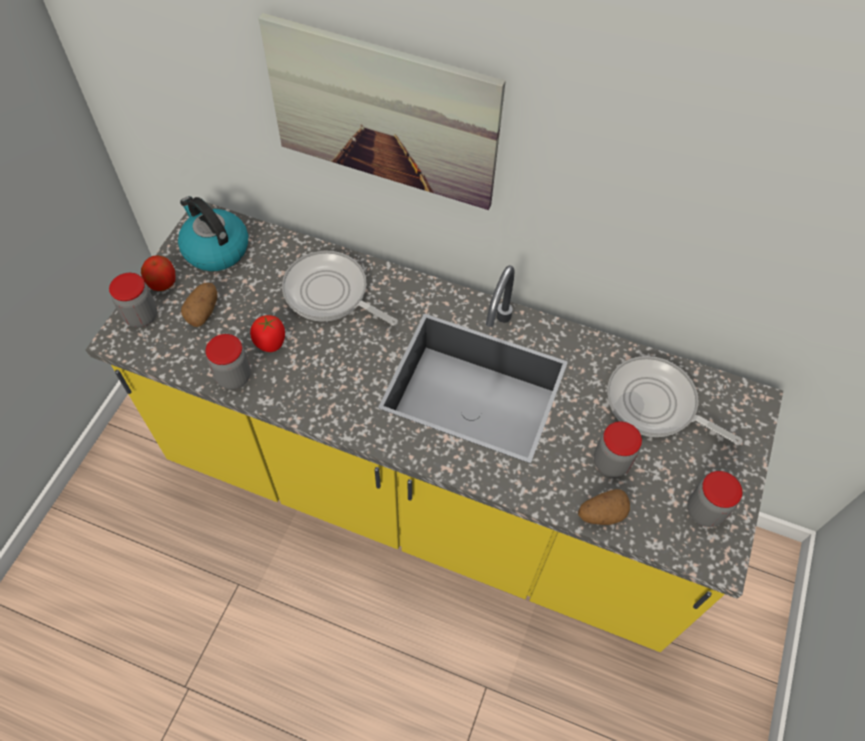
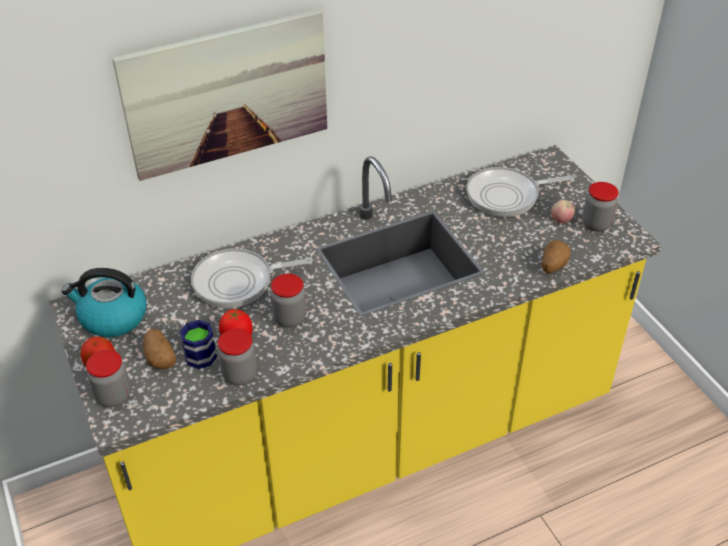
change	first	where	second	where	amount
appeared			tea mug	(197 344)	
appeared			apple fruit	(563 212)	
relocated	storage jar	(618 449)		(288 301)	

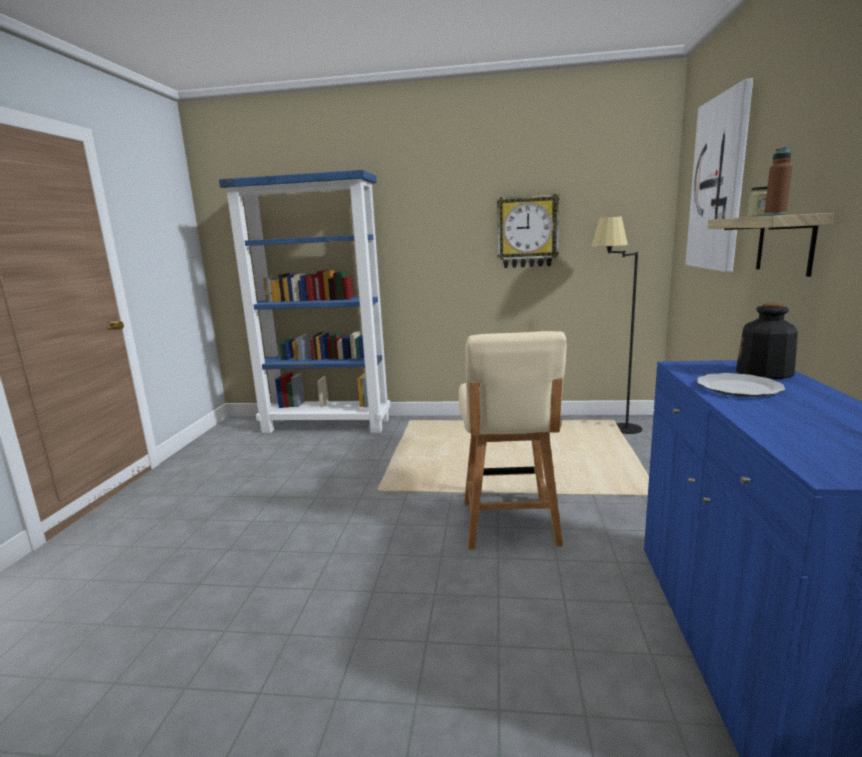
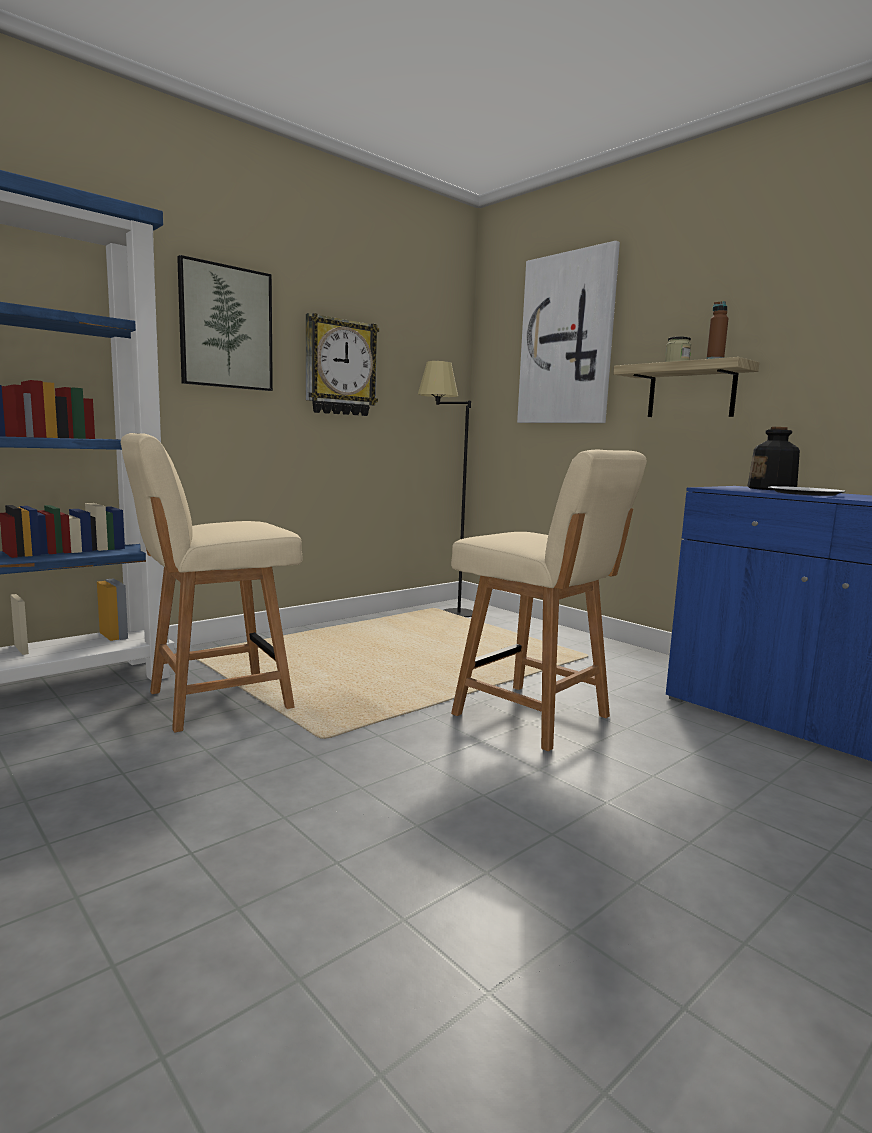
change	first	where	second	where	amount
appeared			beige plain chair	(212 582)	
appeared			picture	(225 323)	

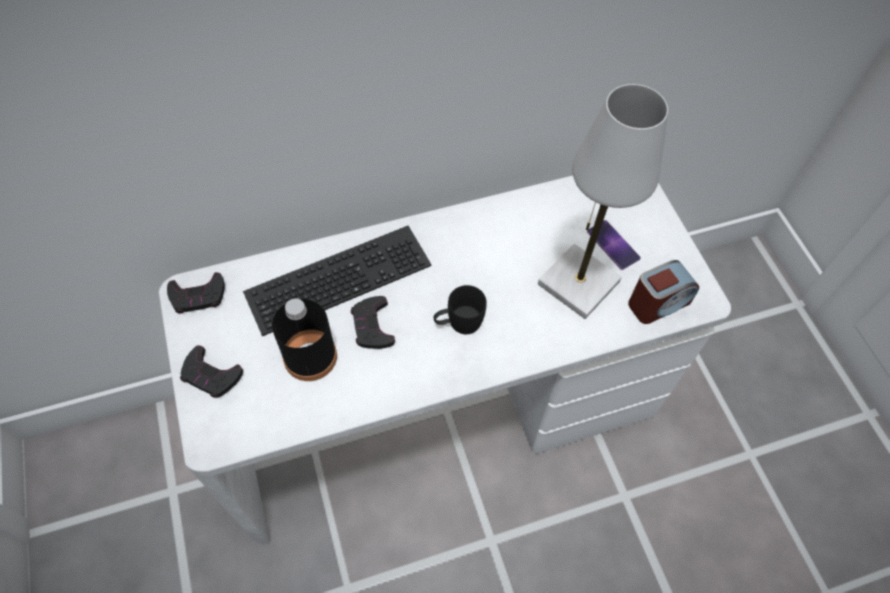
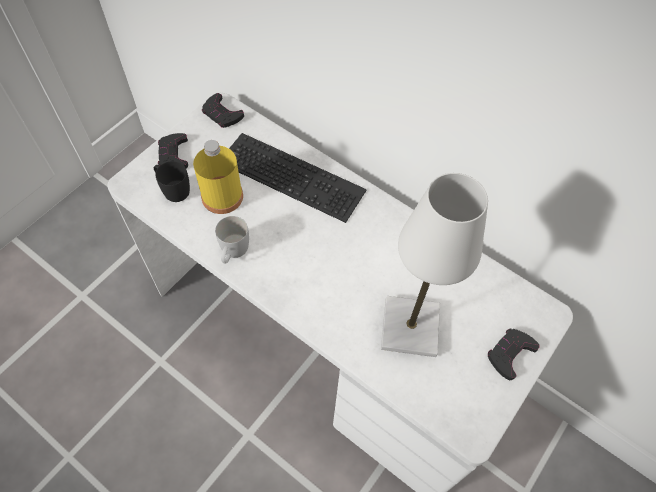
change	first	where	second	where	amount
missing	telephone	(614 245)			
missing	bedside clock	(663 292)			
appeared			whitish tea mug	(232 240)	
relocated	black gamepad	(373 322)		(514 354)	
relocated	black tea mug	(460 309)		(172 181)	
colour	black drink bottle	(304 339)	yellow-coloured drink bottle	(218 177)	

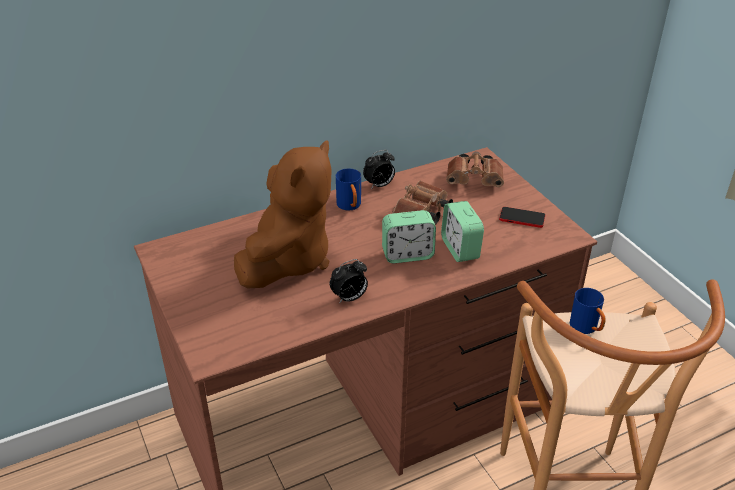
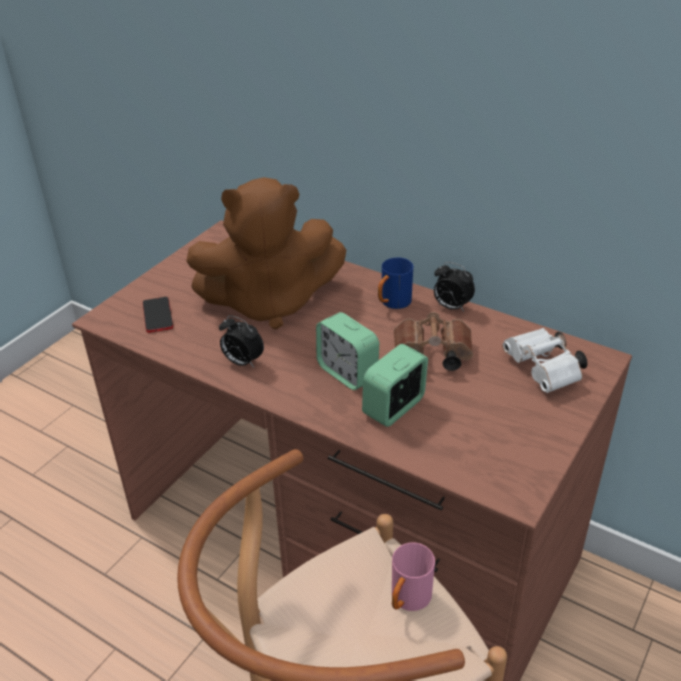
change	first	where	second	where	amount
relocated	telephone	(522 217)		(158 315)	
colour	brownish binoculars	(475 169)	whitish binoculars	(545 360)	
colour	blue-coloured tea mug	(588 311)	pink-coloured tea mug	(413 576)	

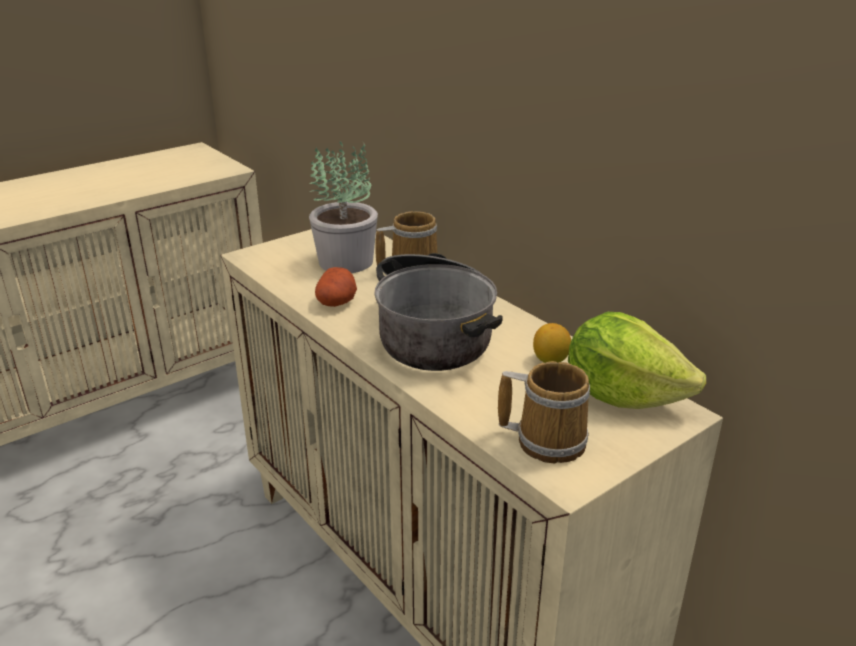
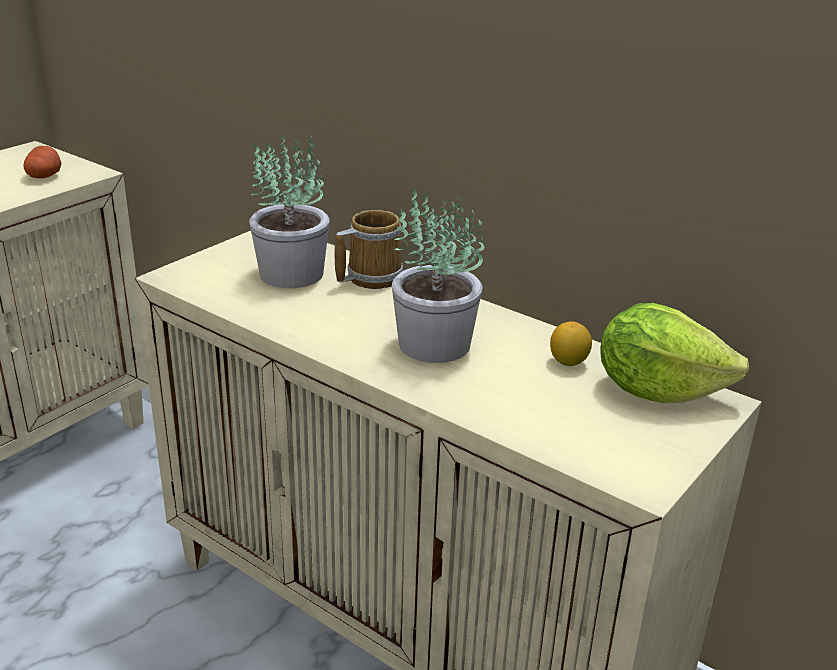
change	first	where	second	where	amount
missing	tea mug	(544 412)			
relocated	whole potato	(336 287)		(42 162)	
exchanged	cooking pot	(439 312)	potted plant	(438 275)	

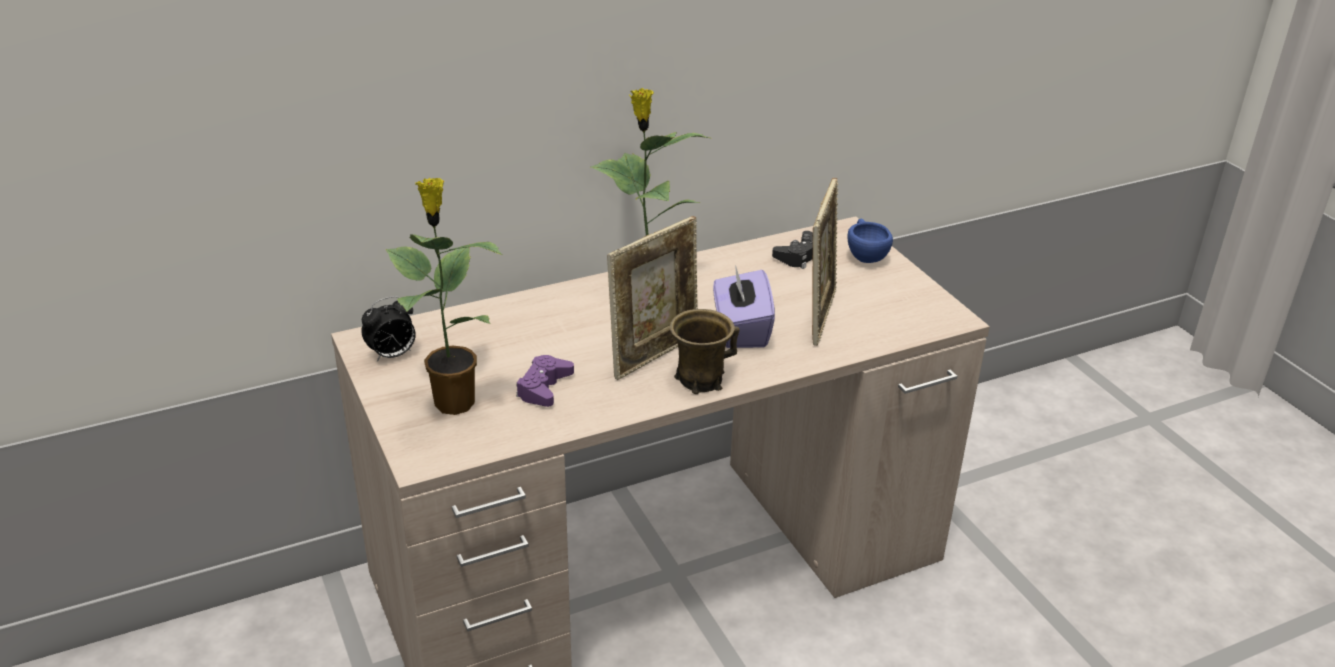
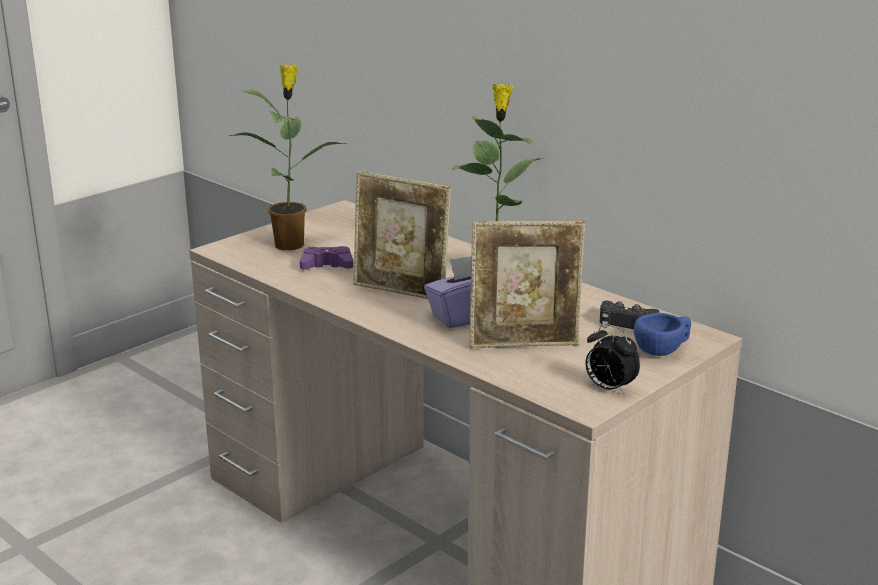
change	first	where	second	where	amount
missing	brownish tea mug	(704 351)			
relocated	bedside clock	(388 329)		(612 359)	

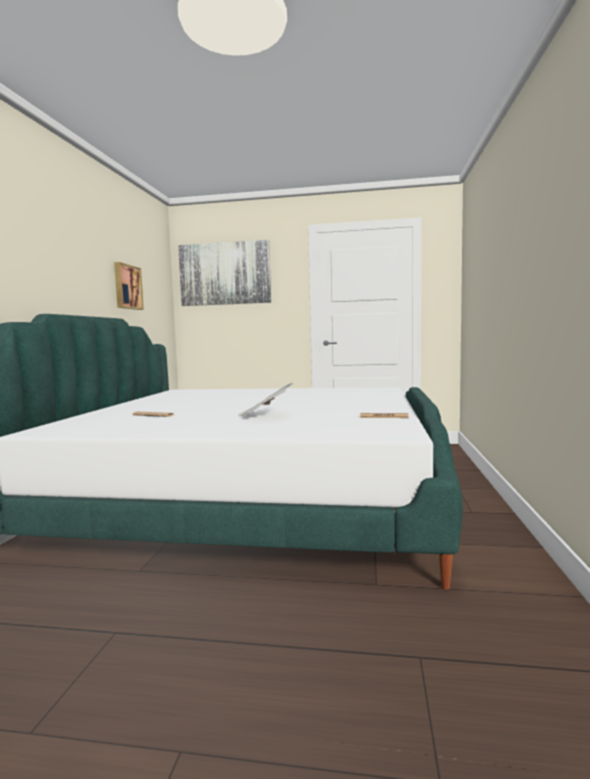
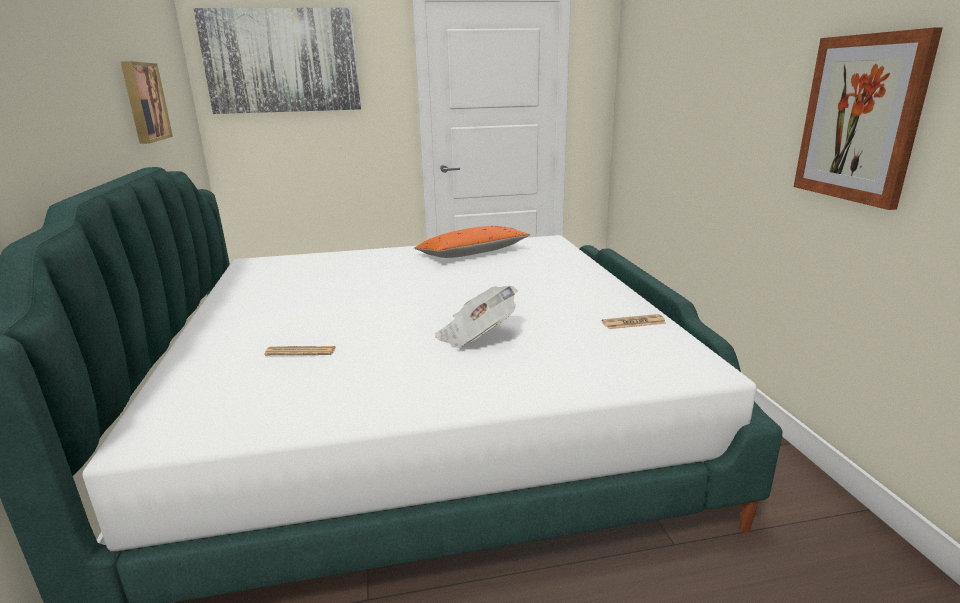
change	first	where	second	where	amount
appeared			orangey throw pillow	(472 242)	
appeared			picture	(868 118)	

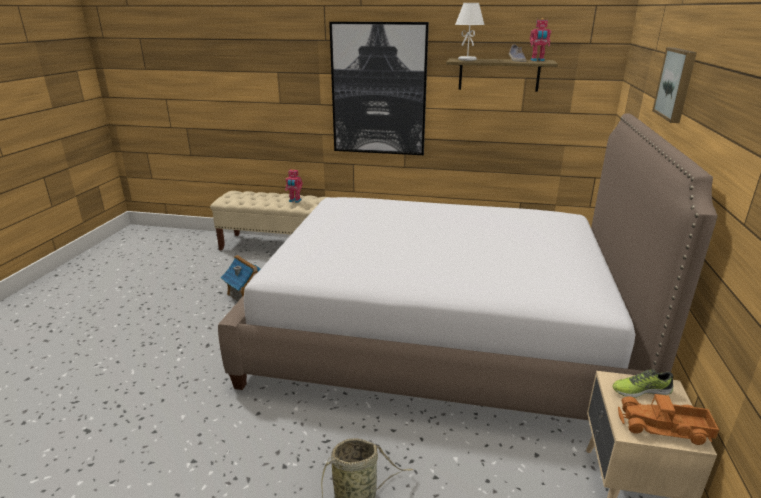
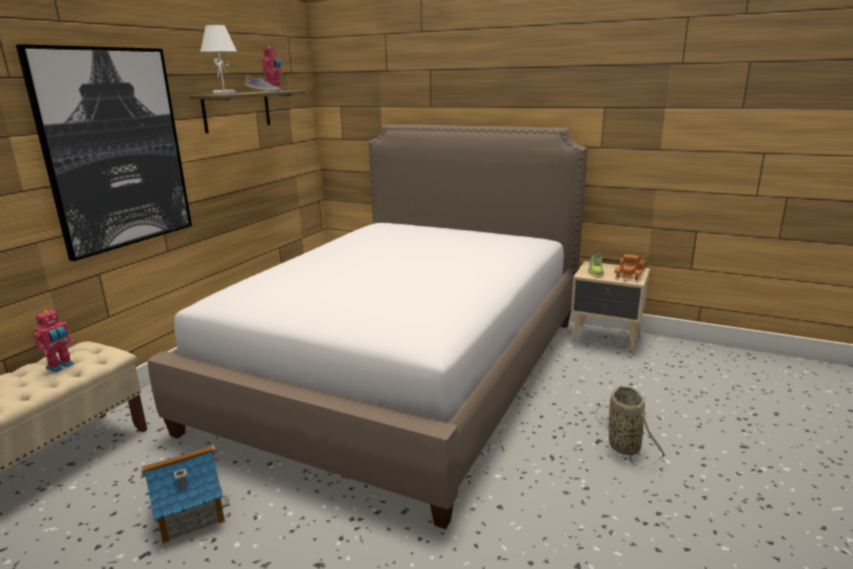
change	first	where	second	where	amount
missing	picture	(674 85)			

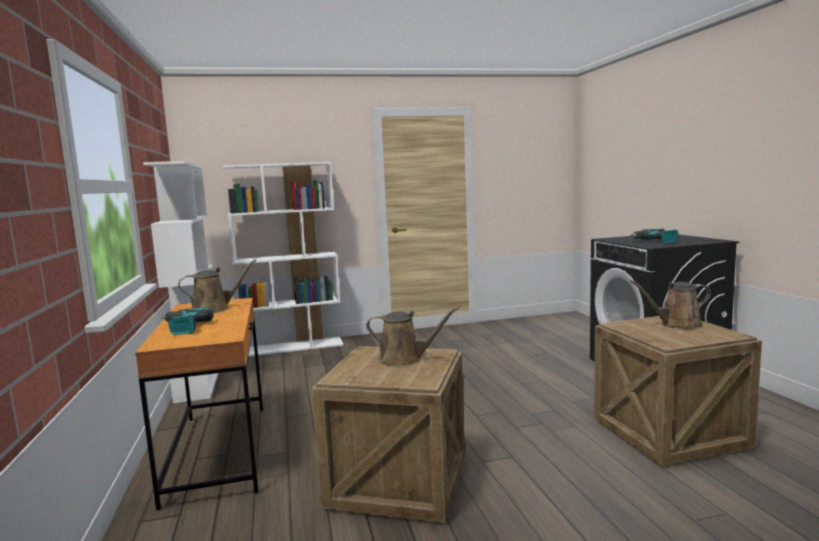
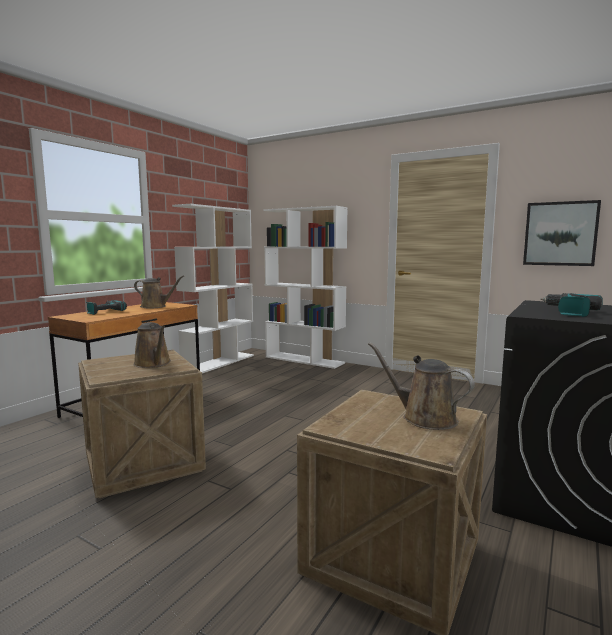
change	first	where	second	where	amount
appeared			picture	(562 233)	

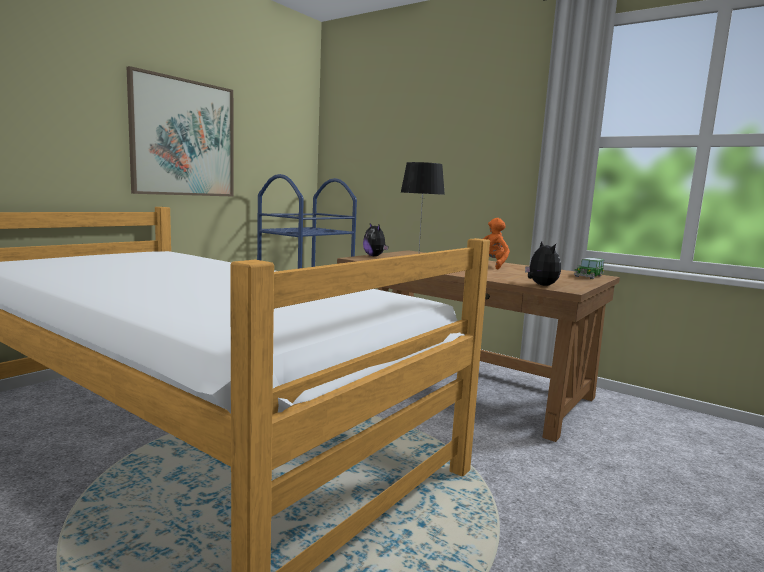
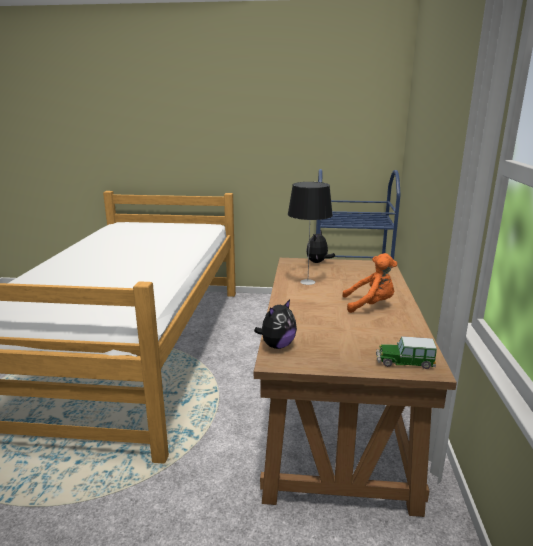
change	first	where	second	where	amount
missing	picture	(180 131)			

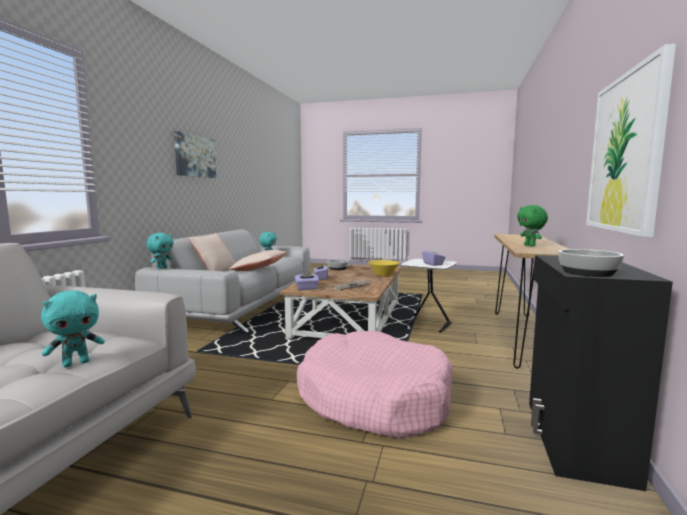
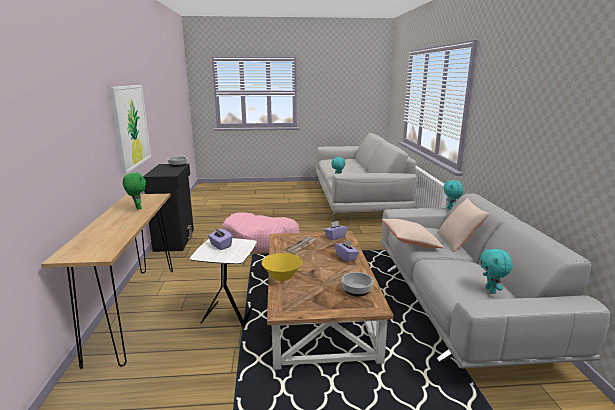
change	first	where	second	where	amount
missing	picture	(195 154)			

